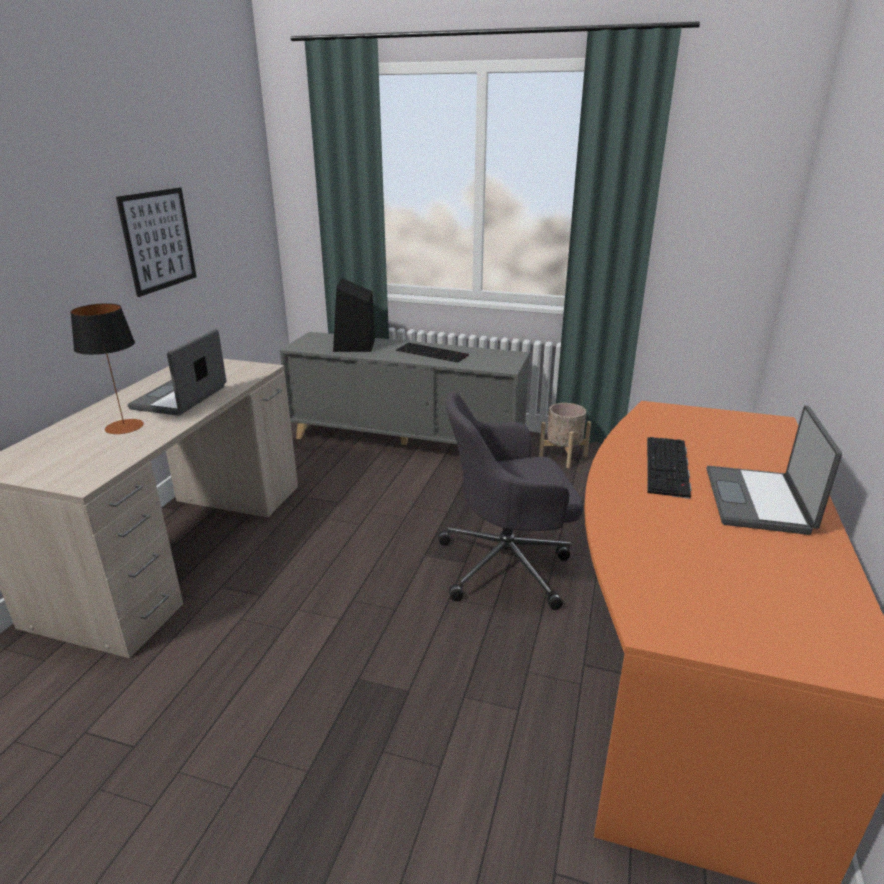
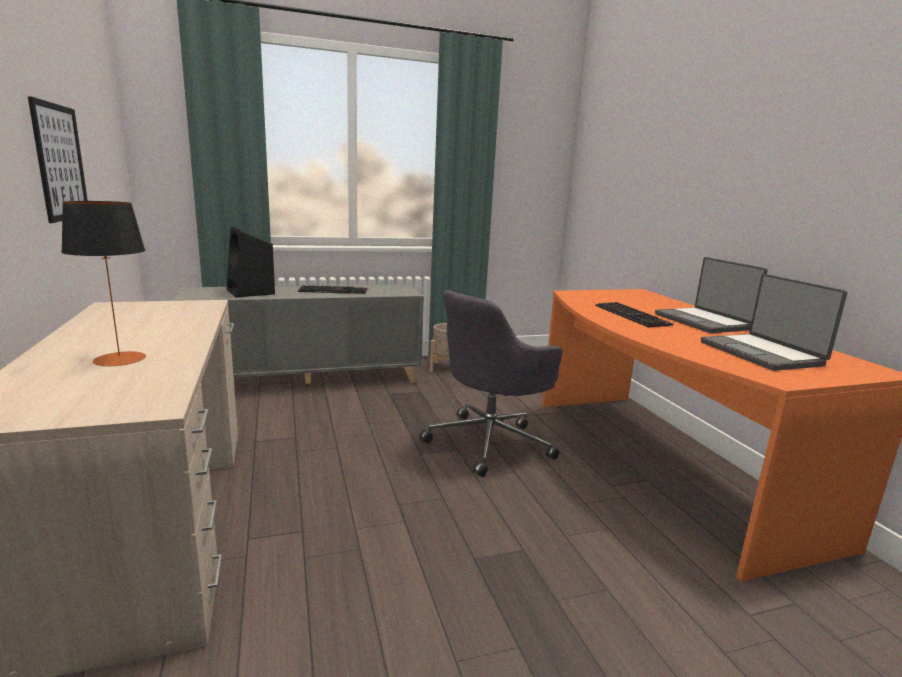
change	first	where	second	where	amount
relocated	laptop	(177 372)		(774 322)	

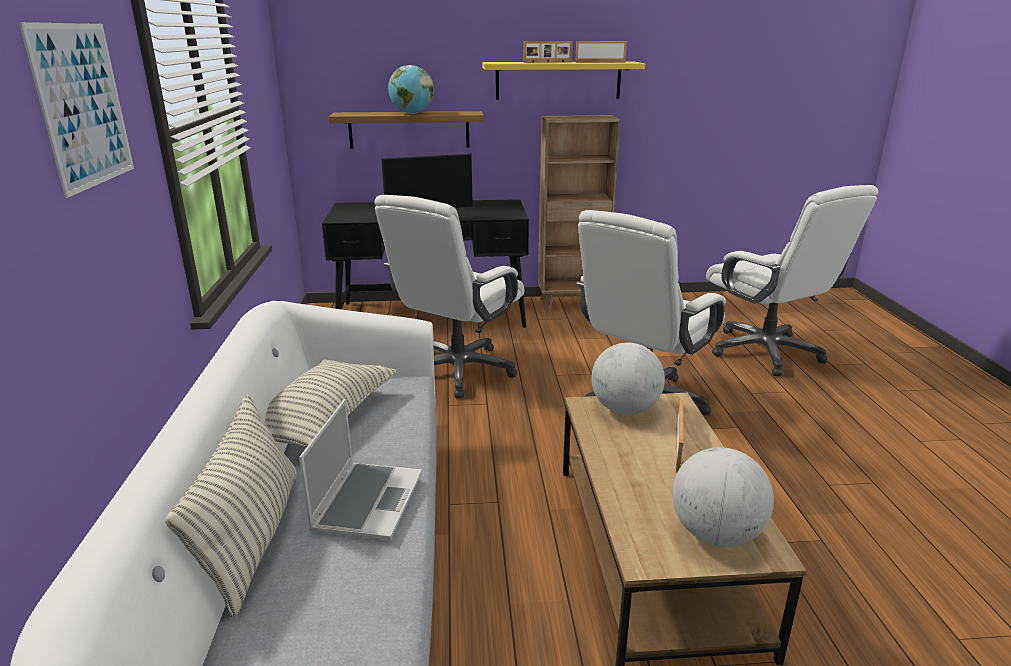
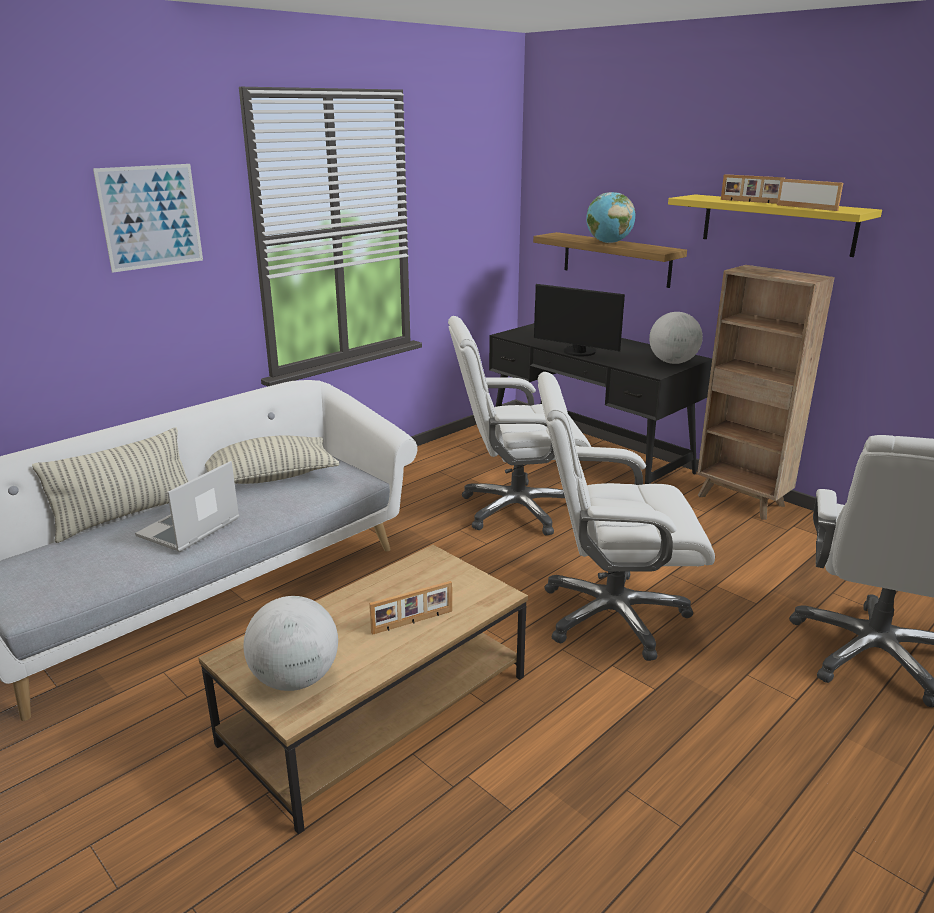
change	first	where	second	where	amount
relocated	desk globe	(628 379)		(676 338)	
spun	laptop	(360 469)		(187 506)	150 degrees clockwise

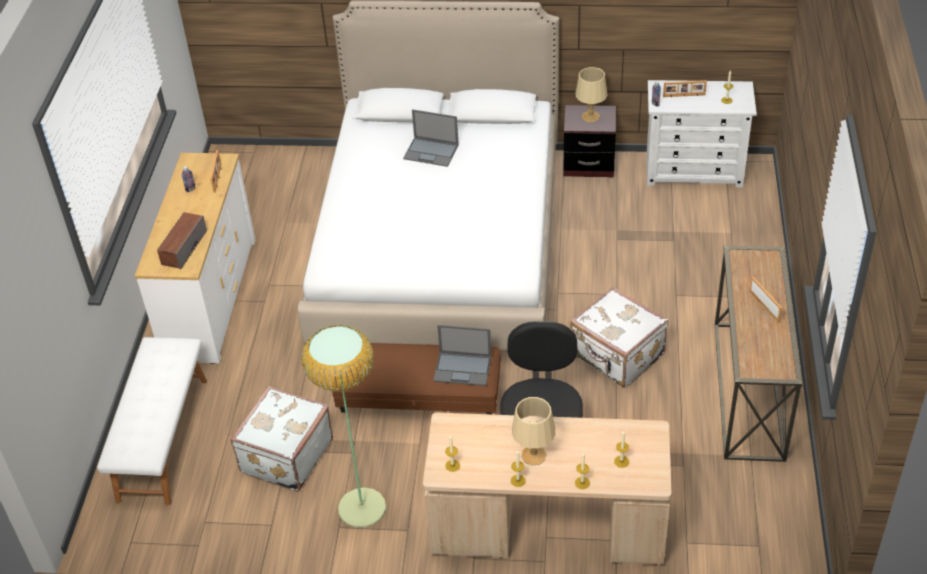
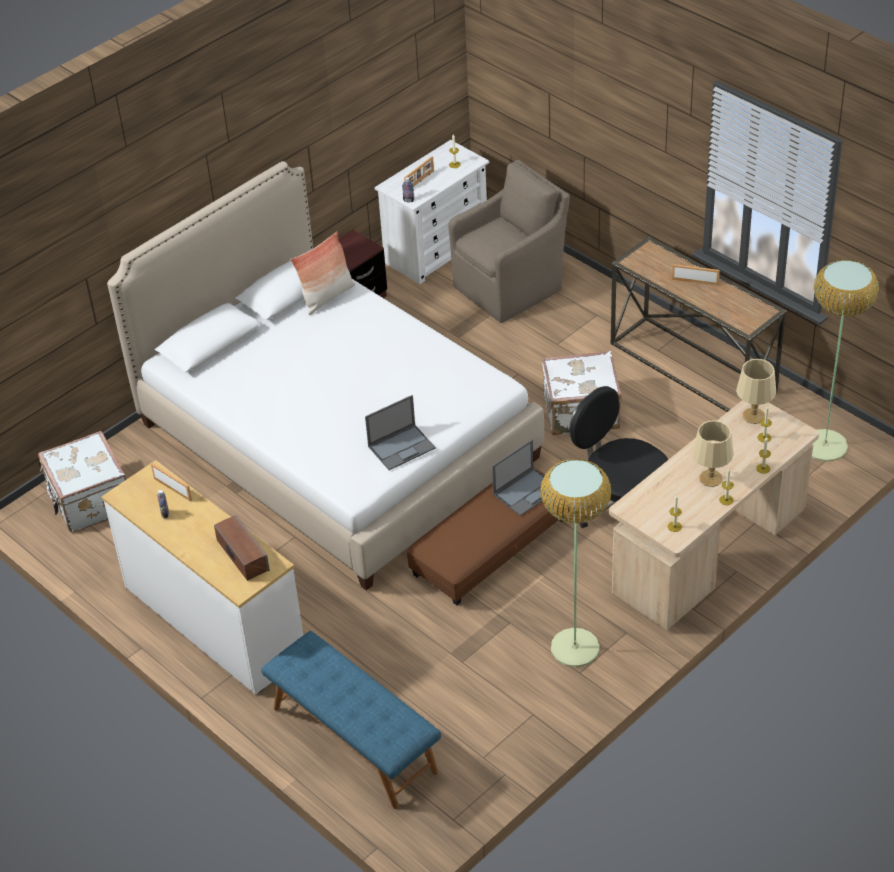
change	first	where	second	where	amount
appeared			throw pillow	(323 273)	
appeared			brownish lounge chair	(509 241)	
appeared			standard lamp	(845 360)	
relocated	whitish suitcase	(282 438)		(82 481)	
relocated	laptop	(431 138)		(400 432)	
relocated	beige tabletop lamp	(591 95)		(756 391)	
colour	whitish bench	(152 421)	blue-coloured bench	(351 720)	

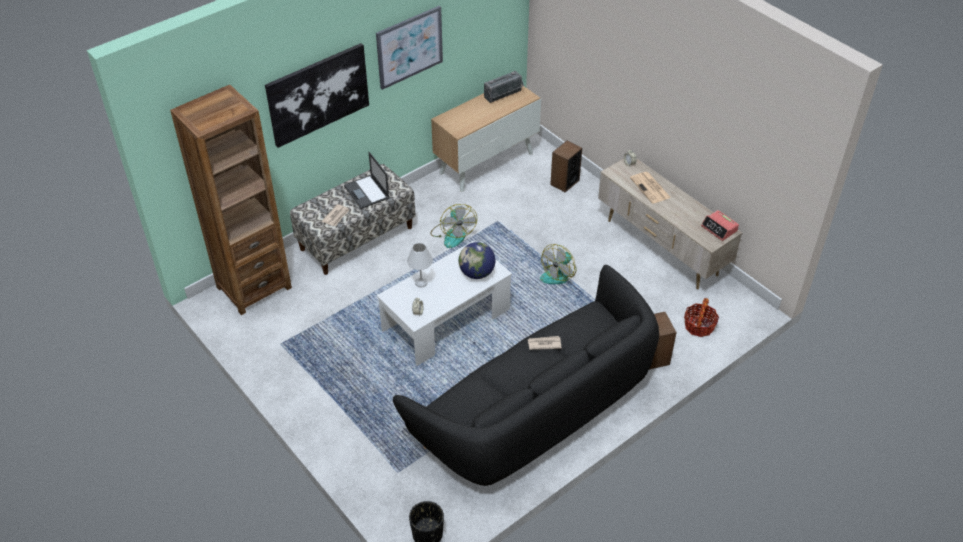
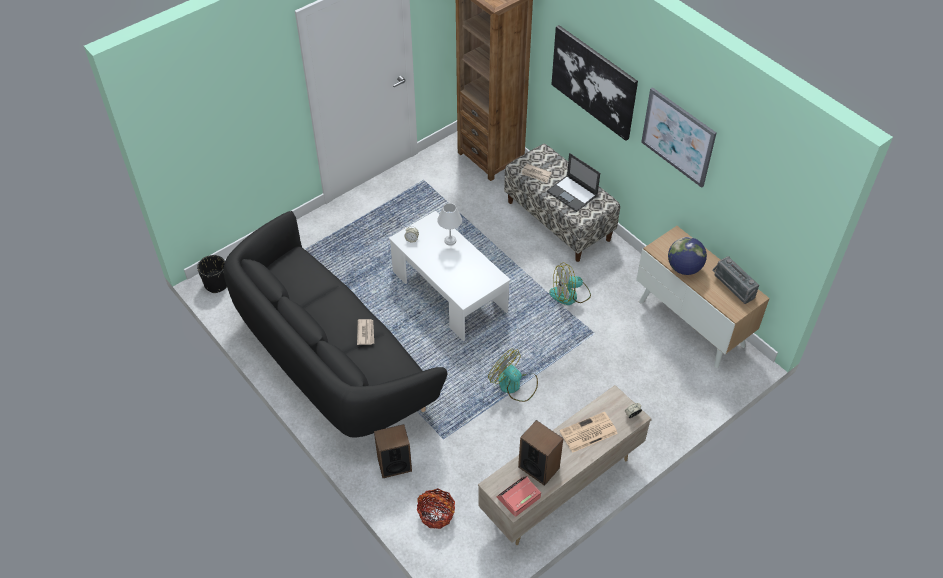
change	first	where	second	where	amount
relocated	desk globe	(477 260)		(687 256)	
relocated	audio speaker	(566 166)		(540 453)	
spun	laptop	(366 180)		(573 182)	105 degrees counterclockwise

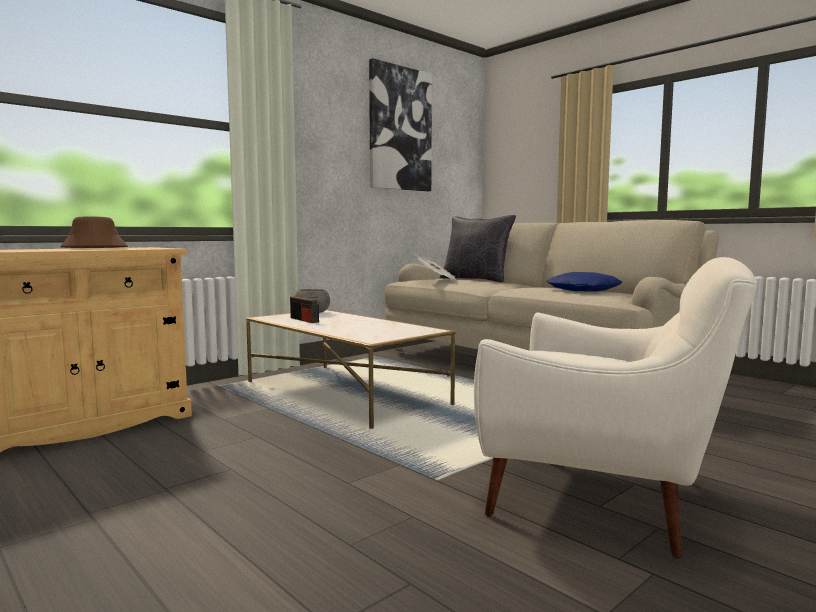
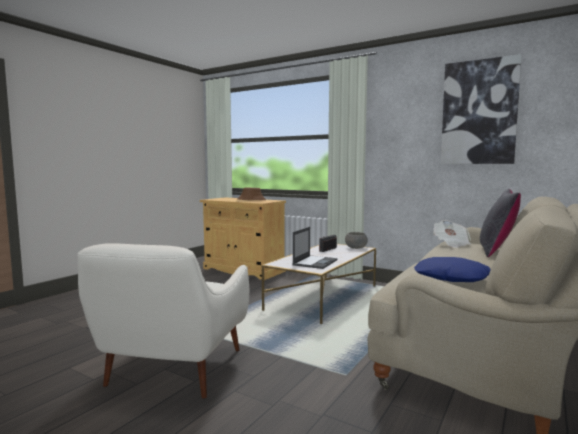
change	first	where	second	where	amount
appeared			laptop	(314 248)	

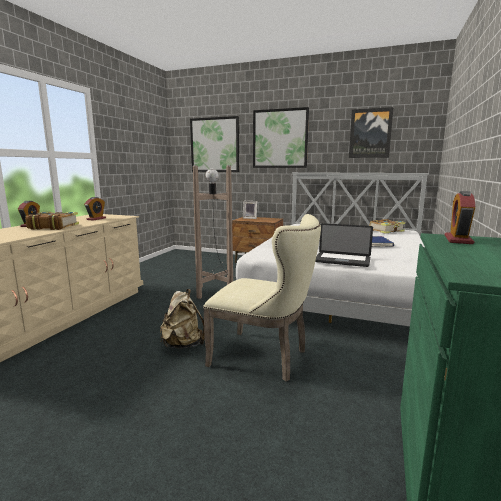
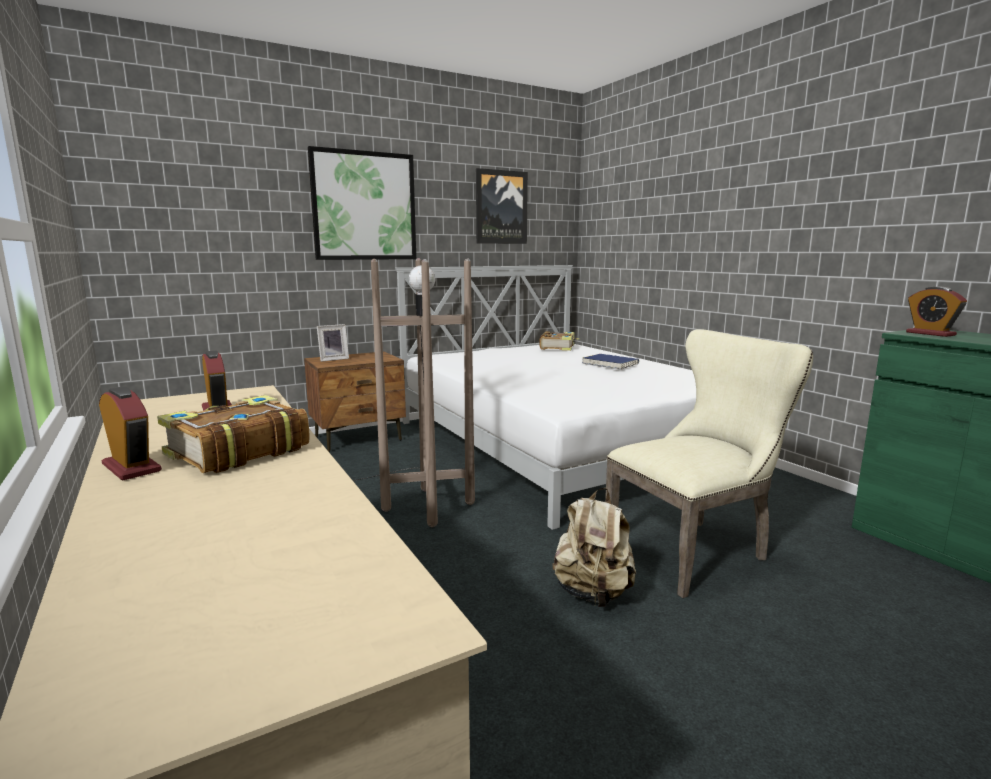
change	first	where	second	where	amount
missing	picture	(214 144)			
missing	laptop	(344 245)			

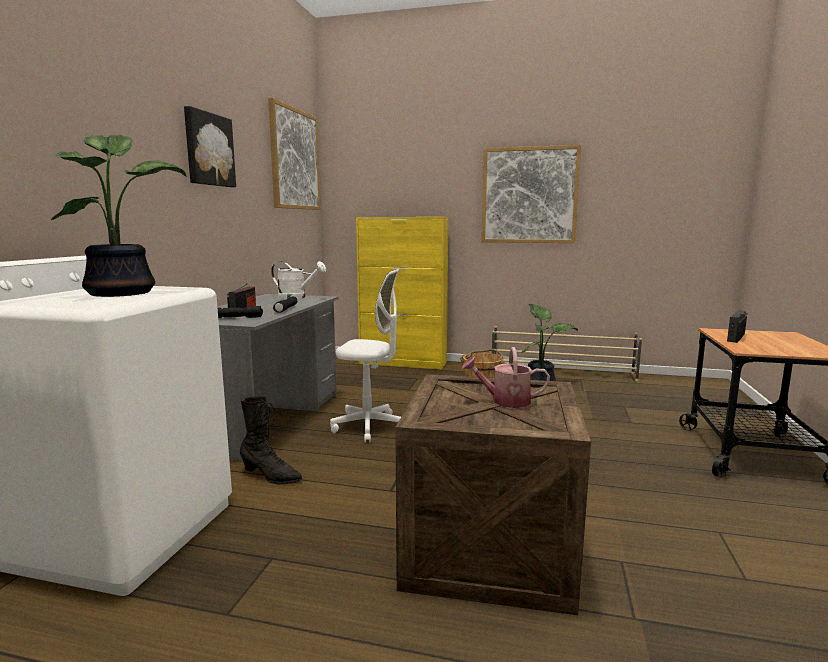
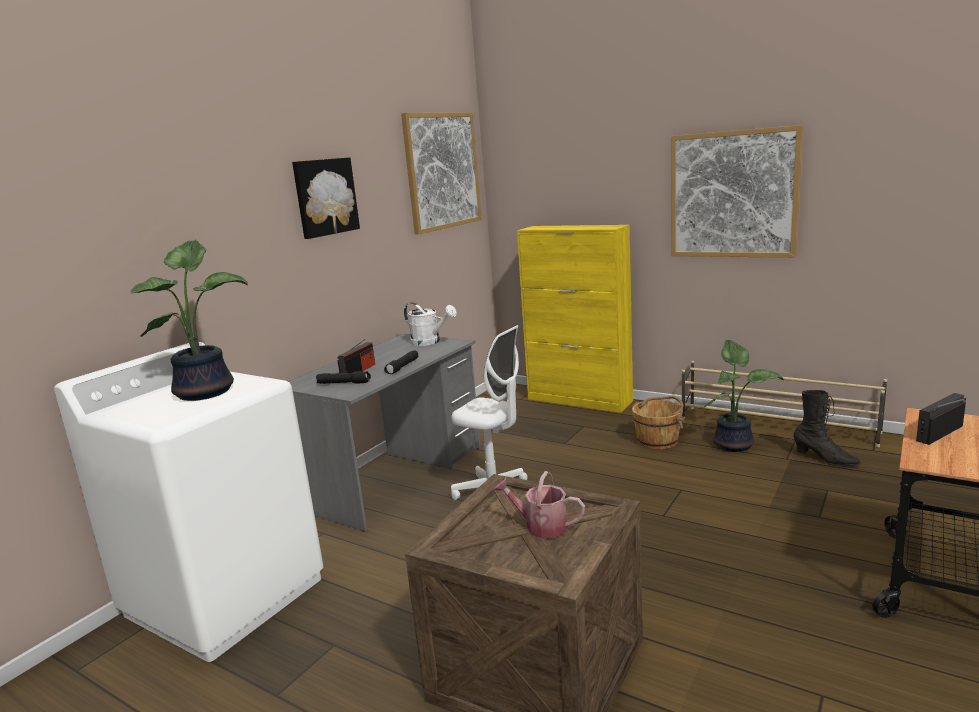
change	first	where	second	where	amount
relocated	black tall boot	(271 440)		(827 428)	

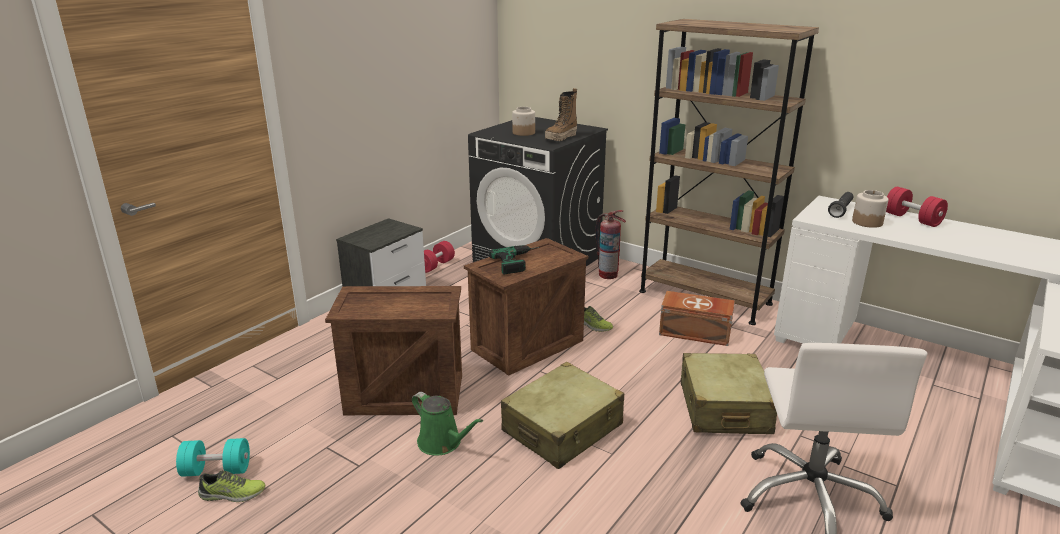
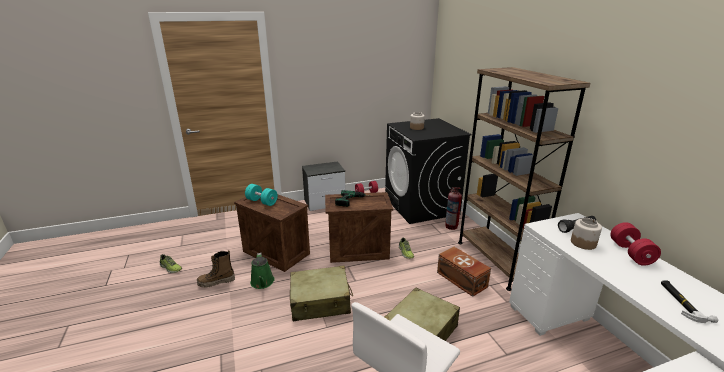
change	first	where	second	where	amount
appeared			hand hammer	(689 301)	
relocated	turquoise-coloured hand weight	(213 457)		(261 195)	
relocated	tall boot	(561 114)		(216 269)	

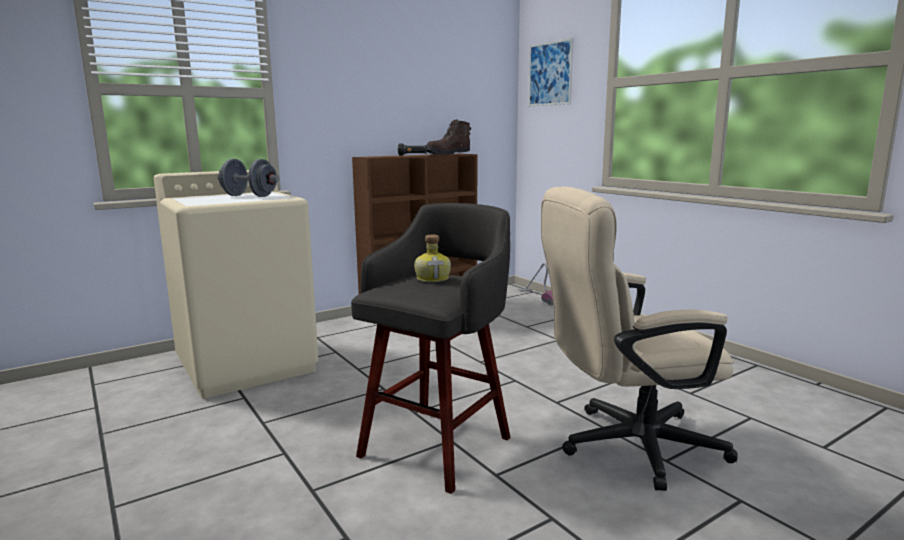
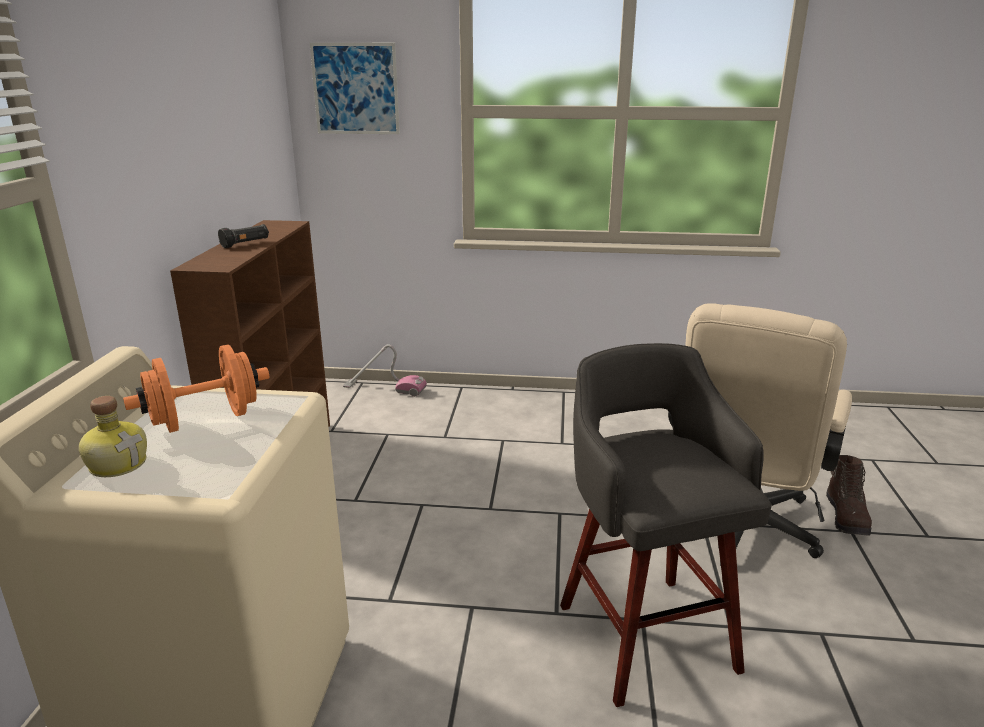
change	first	where	second	where	amount
relocated	drink bottle	(432 258)		(113 436)	
relocated	brownish tall boot	(449 137)		(849 495)	
colour	greyish hand weight	(248 178)	orangey hand weight	(196 389)	

